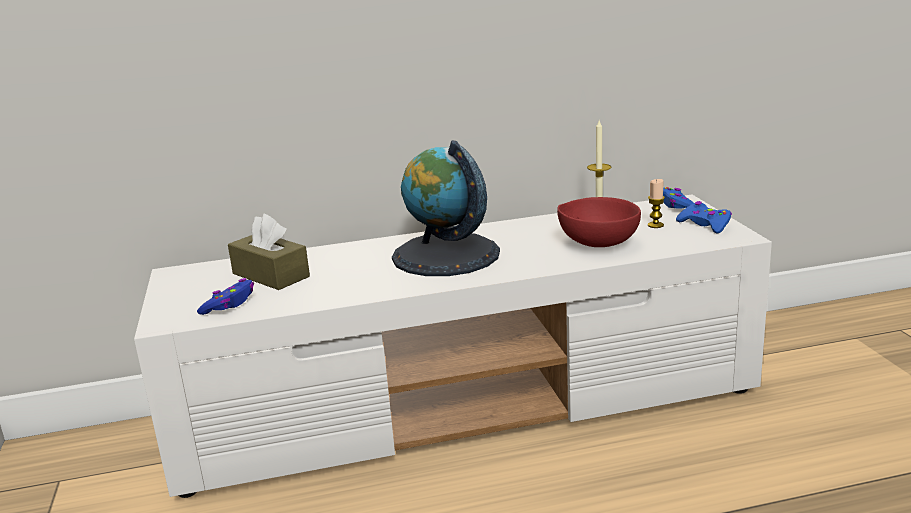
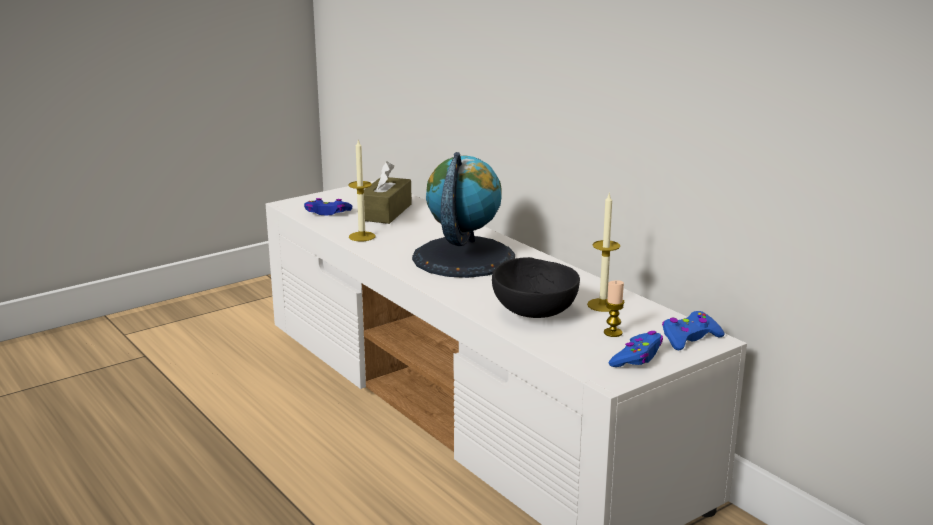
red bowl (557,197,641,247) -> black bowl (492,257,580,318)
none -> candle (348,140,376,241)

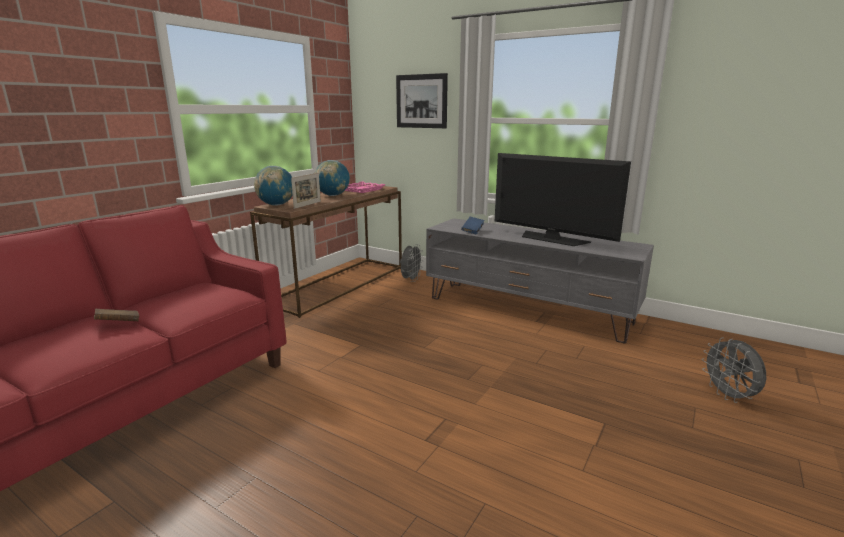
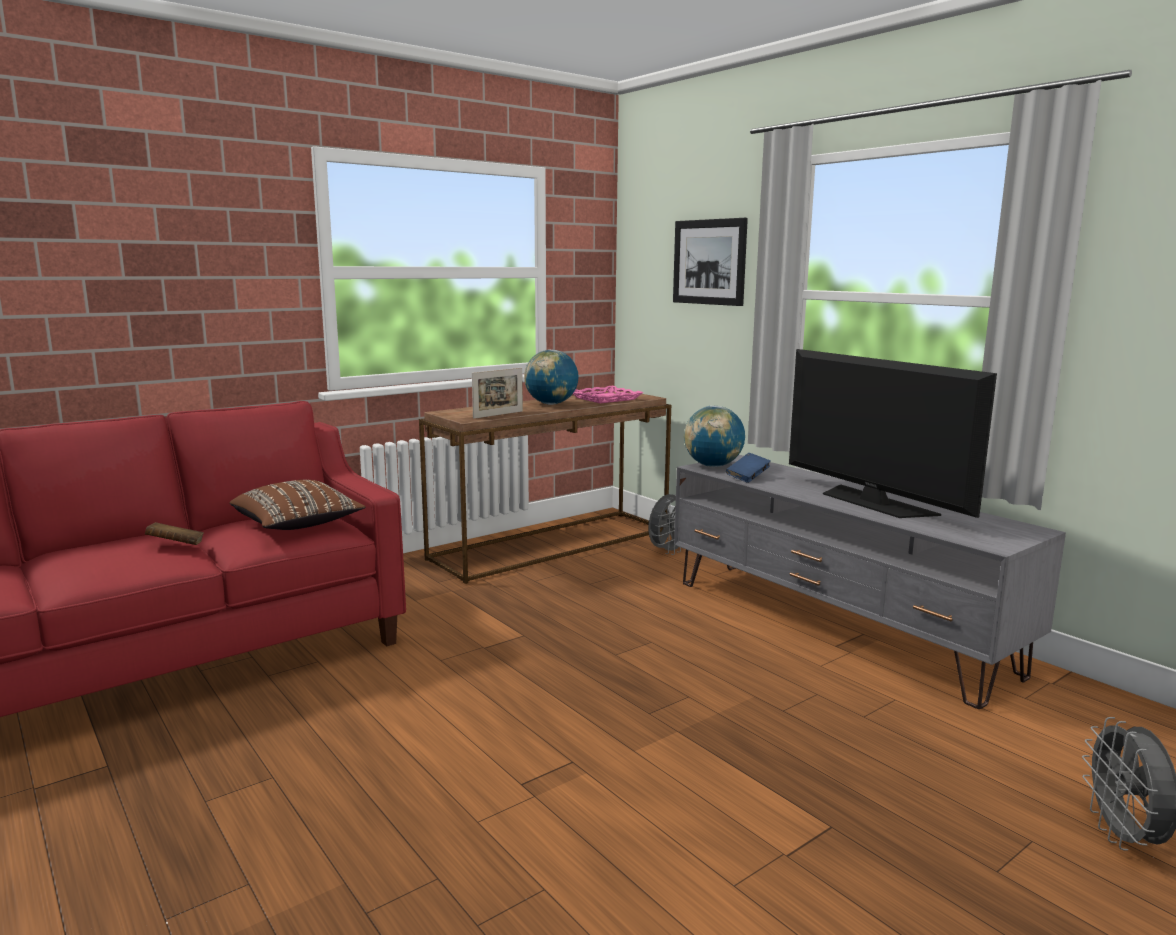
globe (254,166,293,206) -> globe (684,406,745,467), shifted
none -> brown pillow (229,480,366,530)

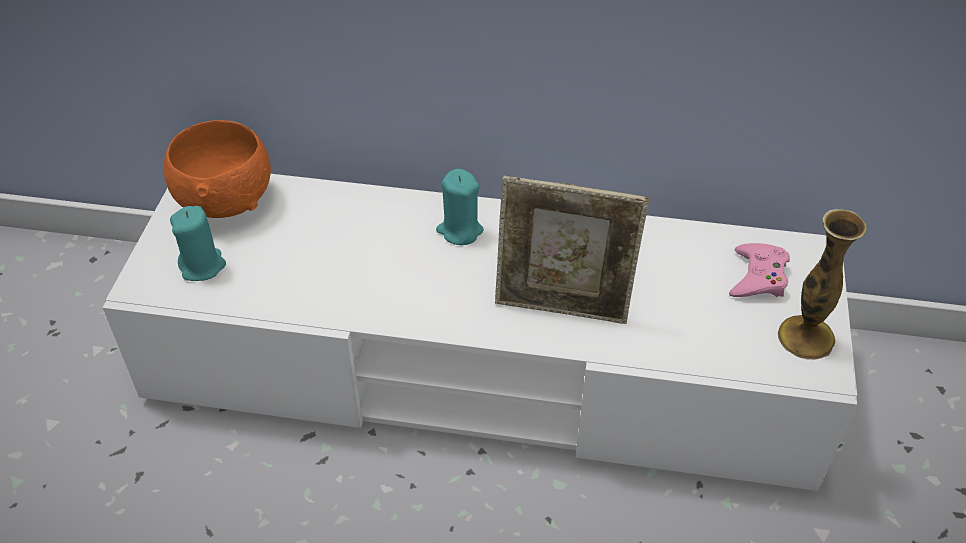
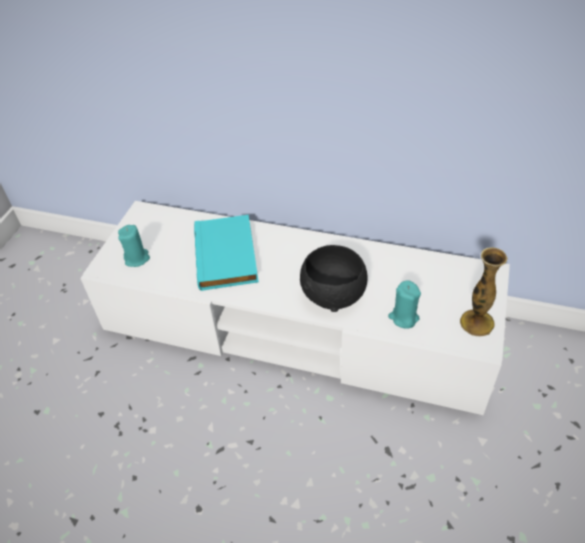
orange bowl (164,120,271,218) -> none
turquoise candle (436,169,484,245) -> turquoise candle (388,280,421,329), shifted
picture frame (495,176,649,324) -> black bowl (300,245,367,312)
pink game controller (729,243,790,297) -> none
none -> turquoise book (194,215,259,291)

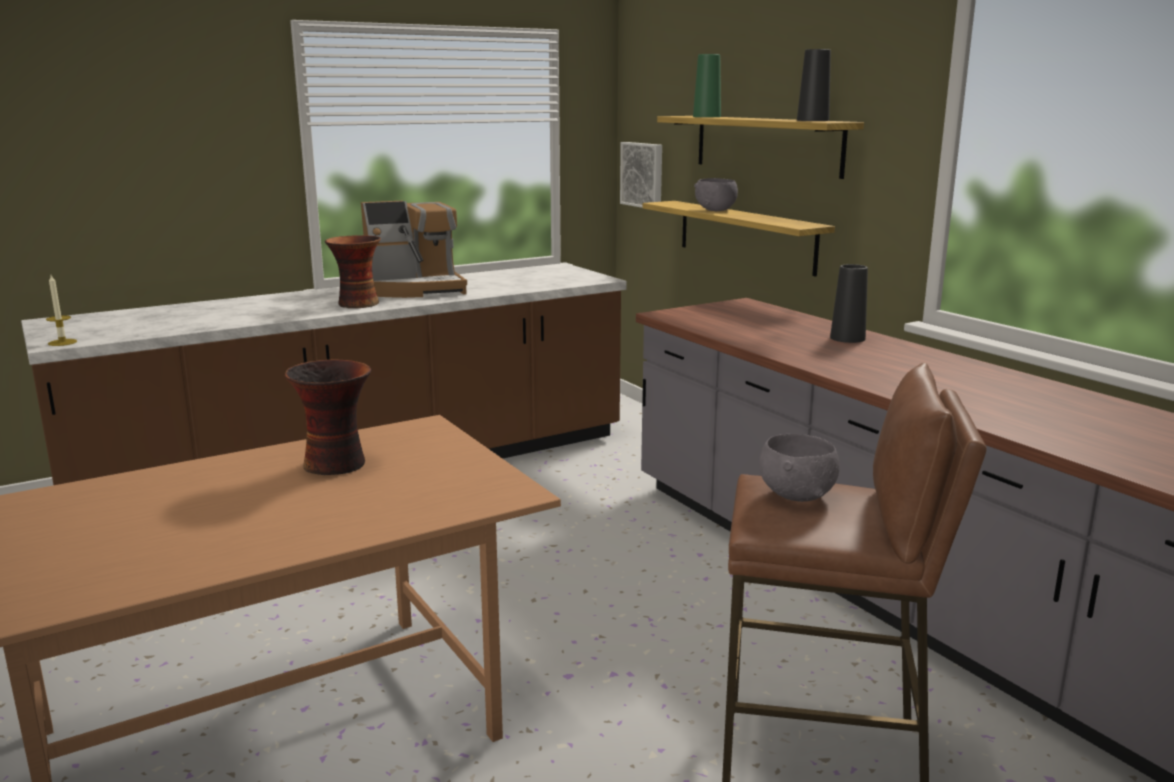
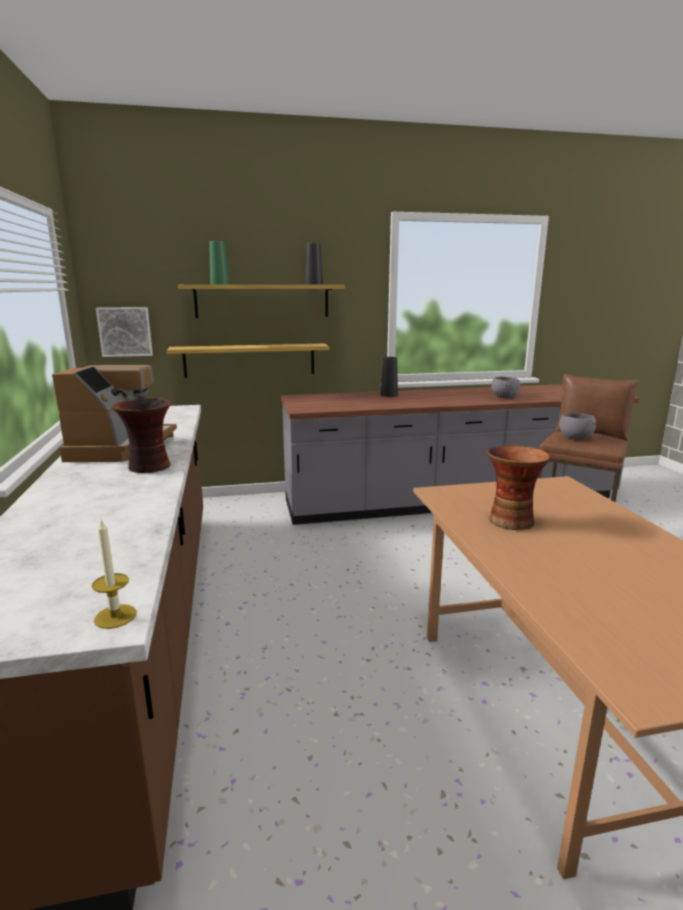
grey bowl (694,178,738,211) -> grey bowl (491,377,520,399), shifted

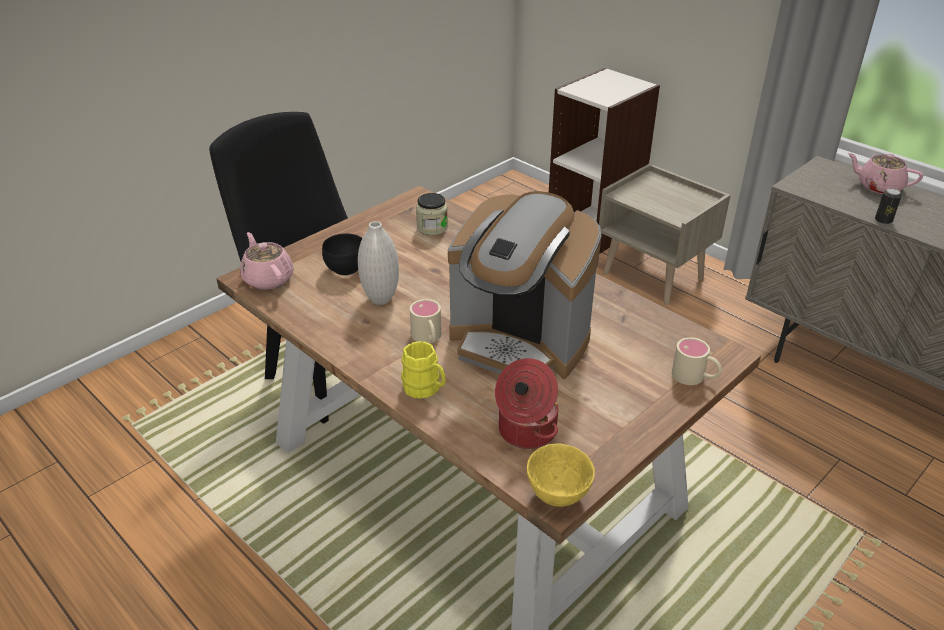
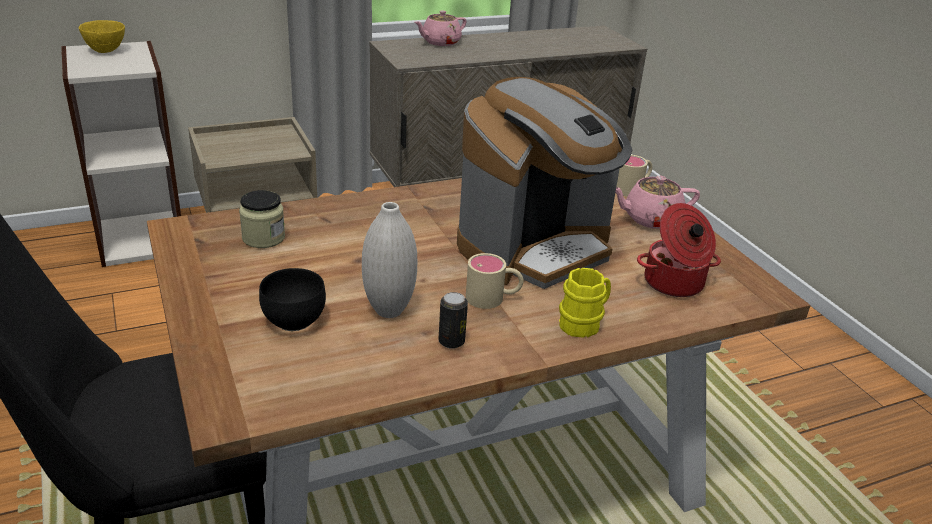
can (875,188,902,224) -> can (438,292,468,349), shifted
pink teapot (240,232,294,289) -> pink teapot (615,176,700,229), shifted
yellow bowl (527,444,595,507) -> yellow bowl (79,20,125,53), shifted

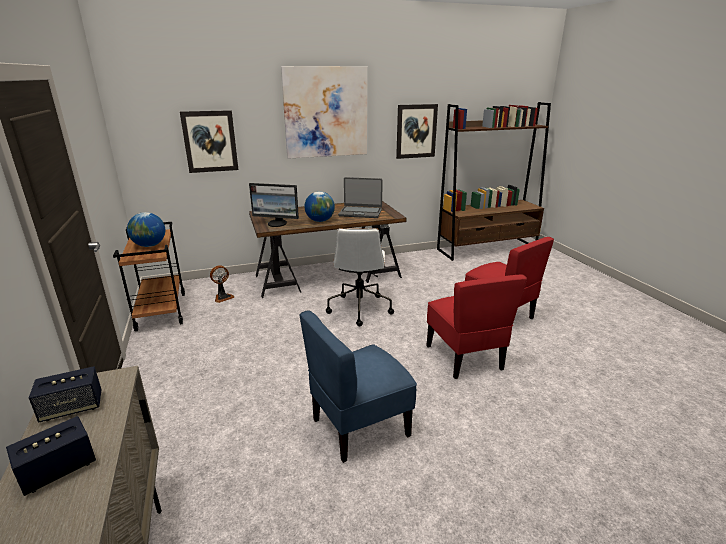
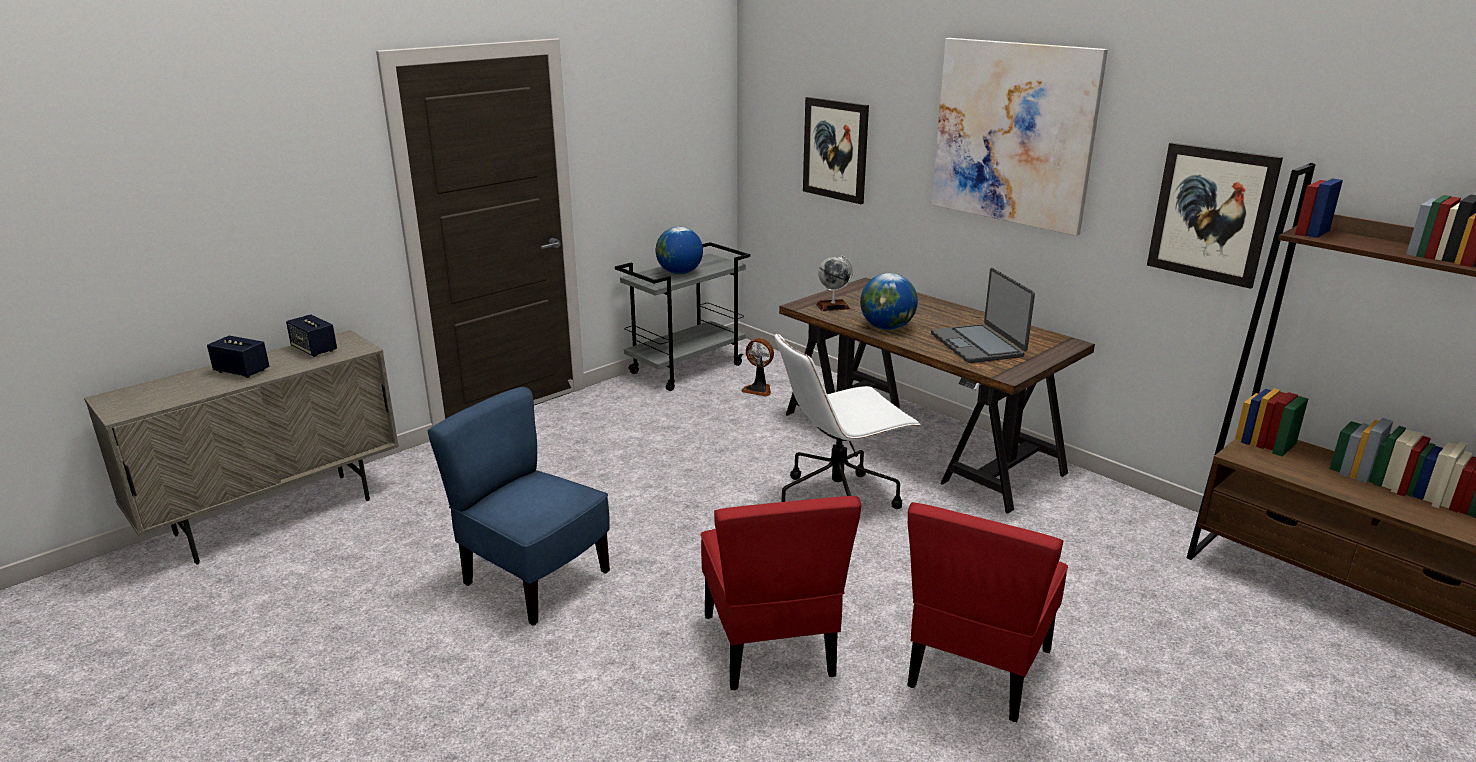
monitor (249,183,299,227) -> globe (816,255,853,311)
brown cart (113,222,185,331) -> grey cart (615,242,750,391)
red chair (426,275,527,379) -> red chair (701,496,862,690), 60 degrees counterclockwise

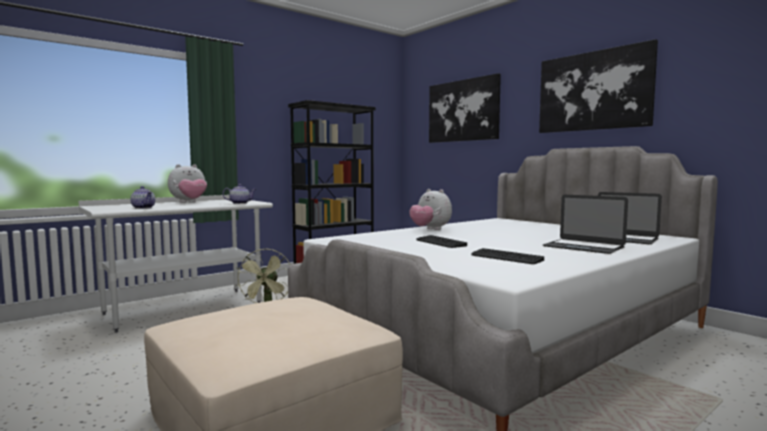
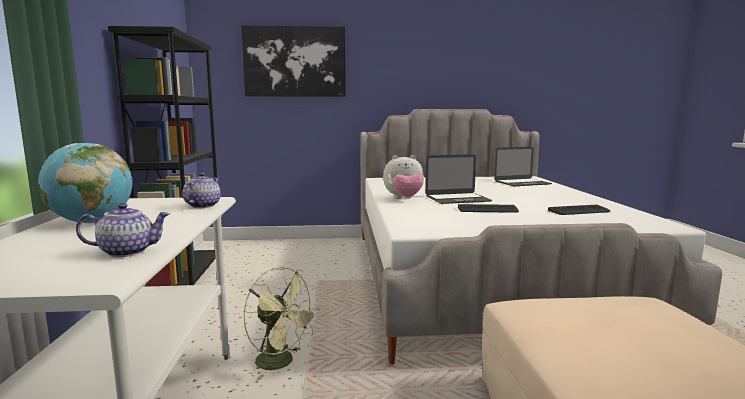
picture (539,39,658,133) -> none
plush toy (168,164,207,203) -> globe (38,143,133,223)
laptop (543,195,628,254) -> laptop (425,154,492,204), shifted

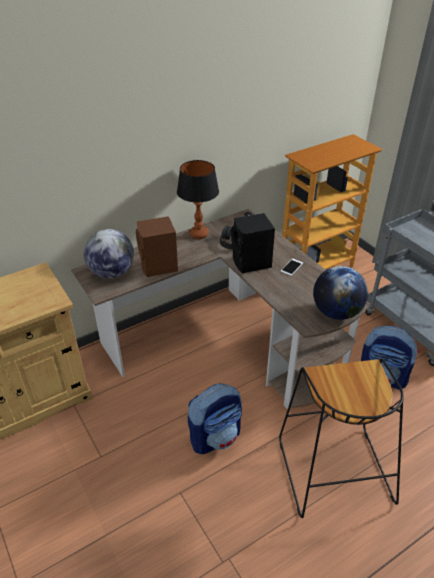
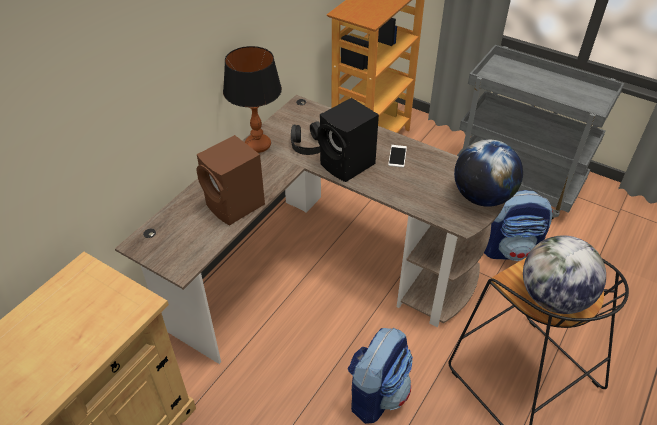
globe (84,229,134,278) -> globe (523,235,606,314), shifted

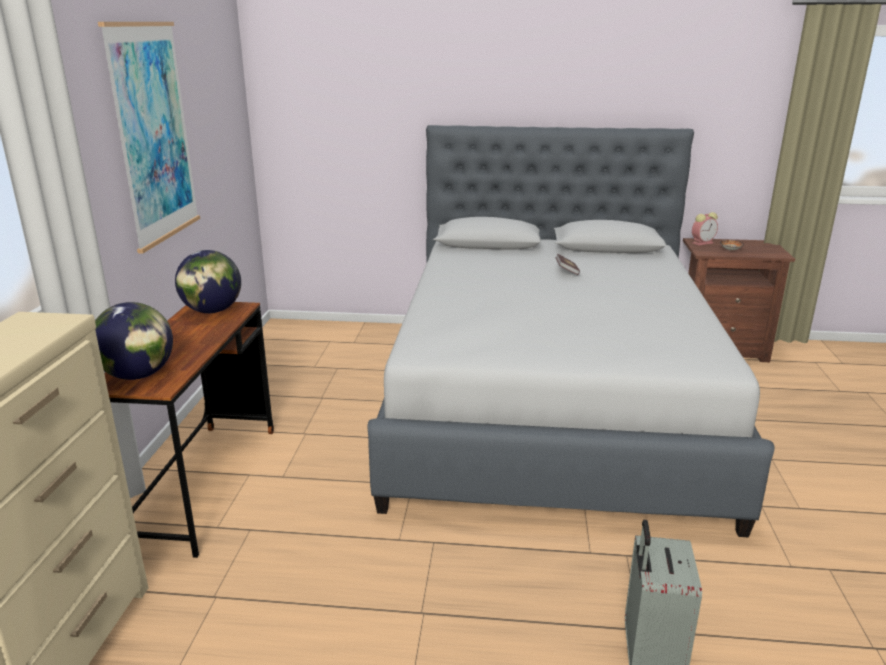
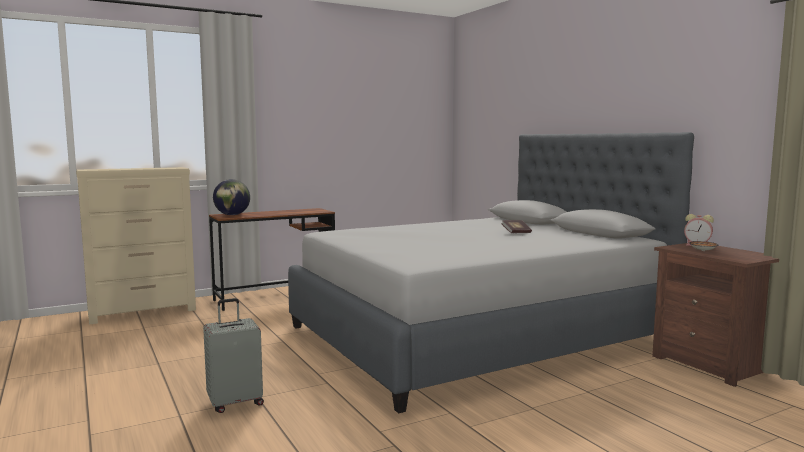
picture (98,22,200,253) -> none
globe (175,250,241,313) -> none

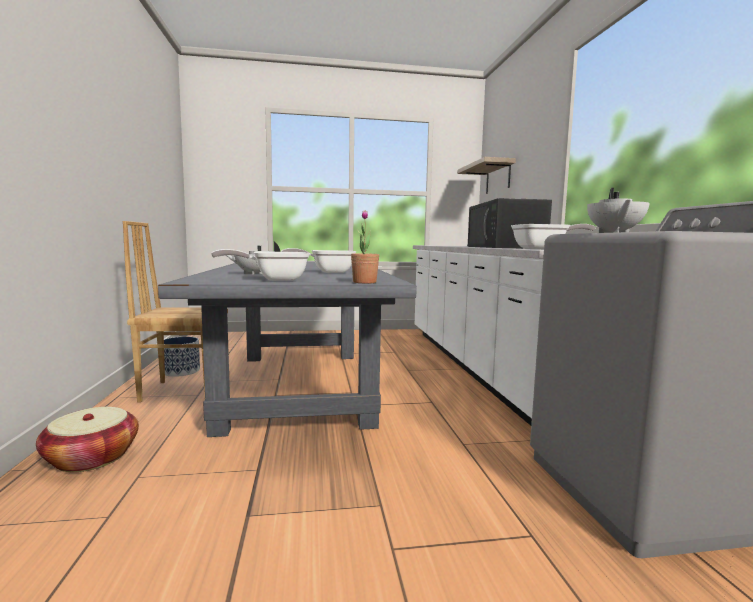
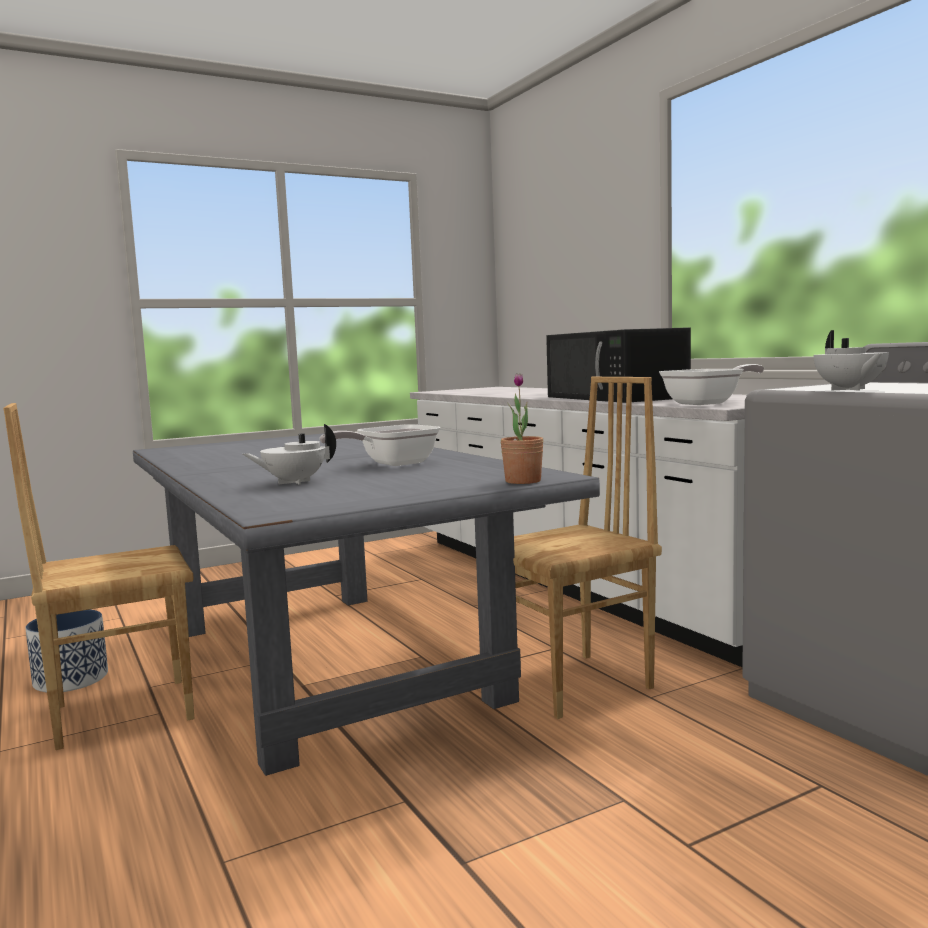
shelf (457,157,516,194) -> none
frying pan (211,249,310,281) -> none
basket (36,407,139,472) -> none
none -> brown chair (513,377,662,719)

